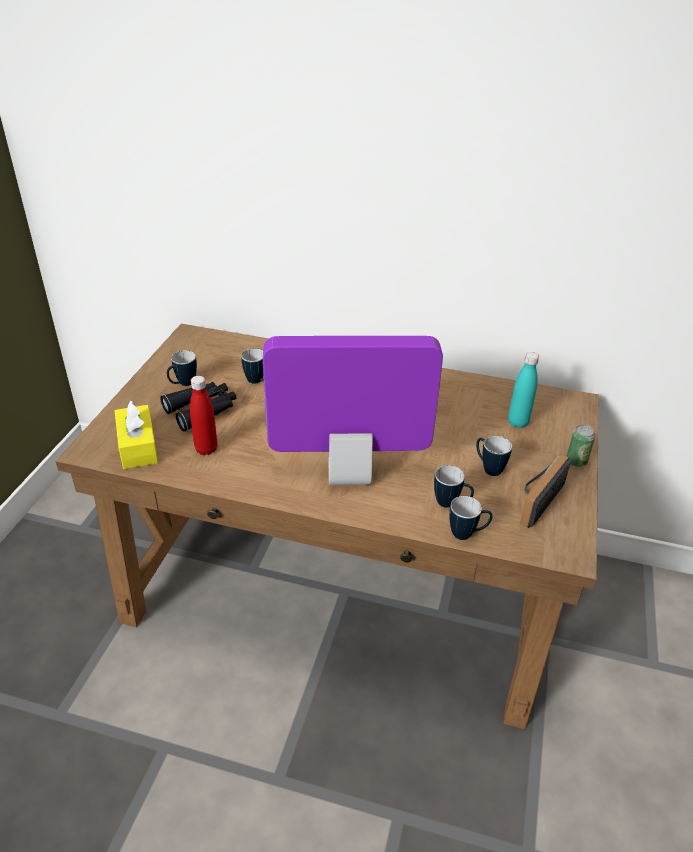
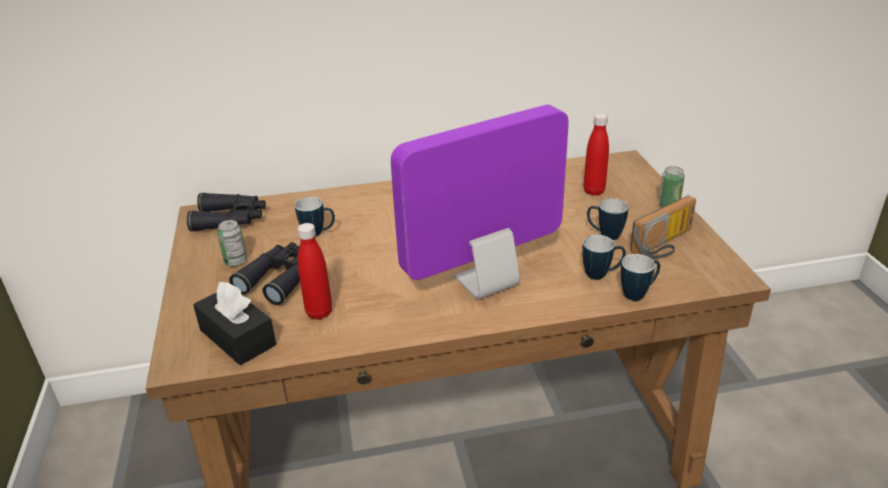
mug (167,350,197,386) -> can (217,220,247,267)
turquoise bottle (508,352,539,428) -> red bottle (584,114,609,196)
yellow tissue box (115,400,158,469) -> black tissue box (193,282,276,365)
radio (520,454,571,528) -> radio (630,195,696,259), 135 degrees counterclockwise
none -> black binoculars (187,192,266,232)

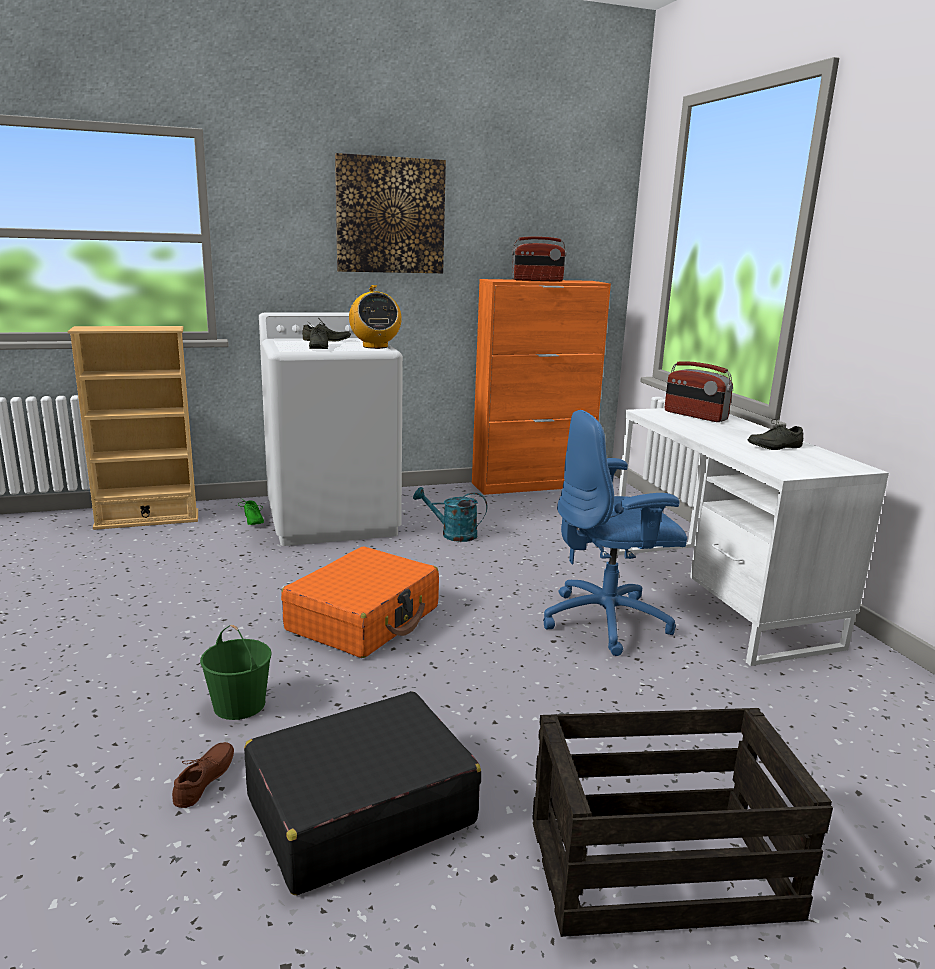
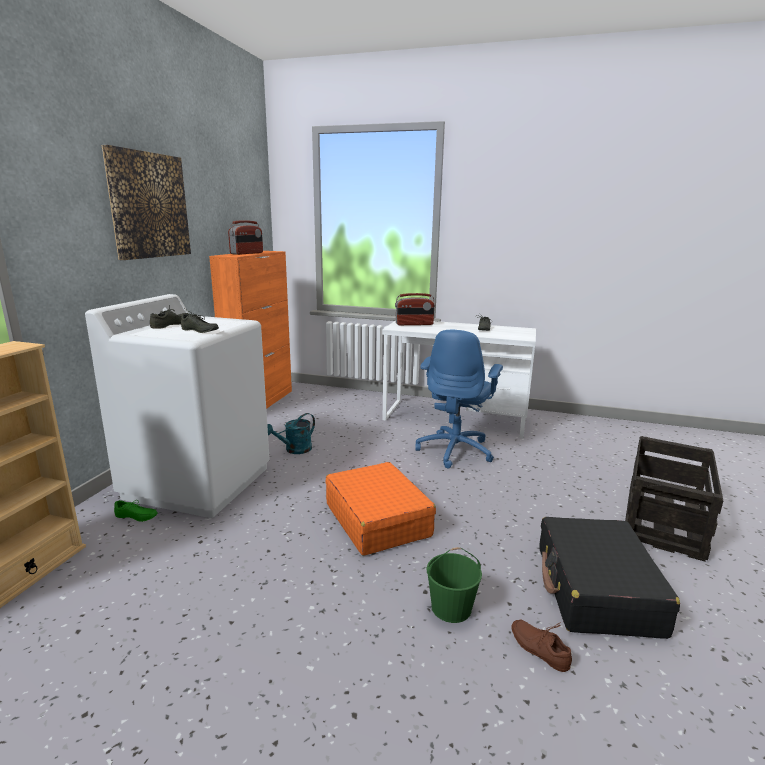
radio (349,285,402,349) -> none

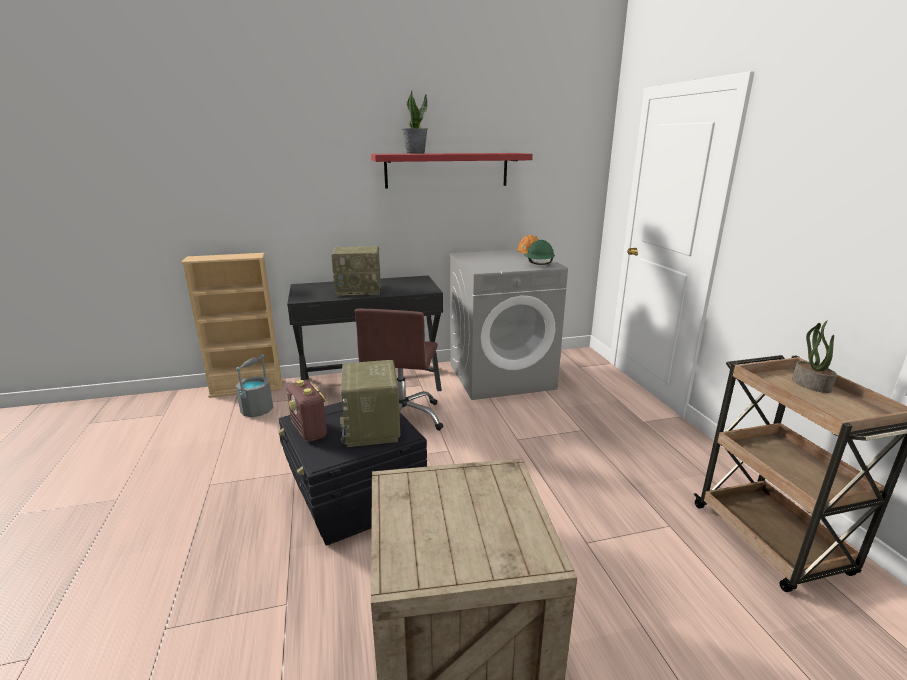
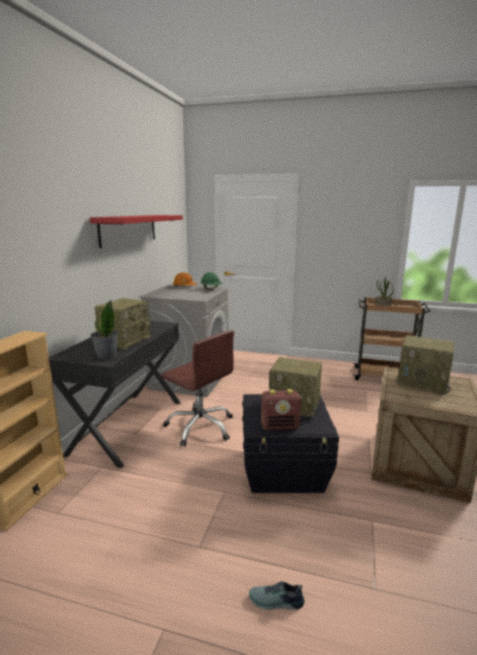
potted plant (403,90,428,154) -> potted plant (90,300,118,359), shifted
grey bucket (236,354,273,417) -> none
none -> radio (397,335,454,395)
none -> shoe (249,581,304,610)

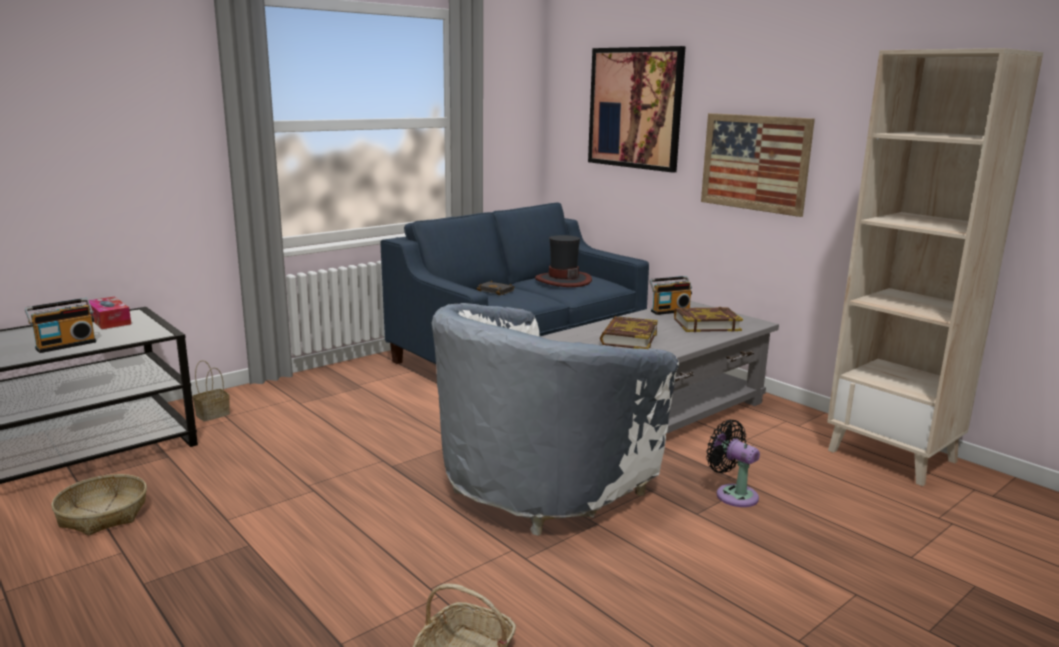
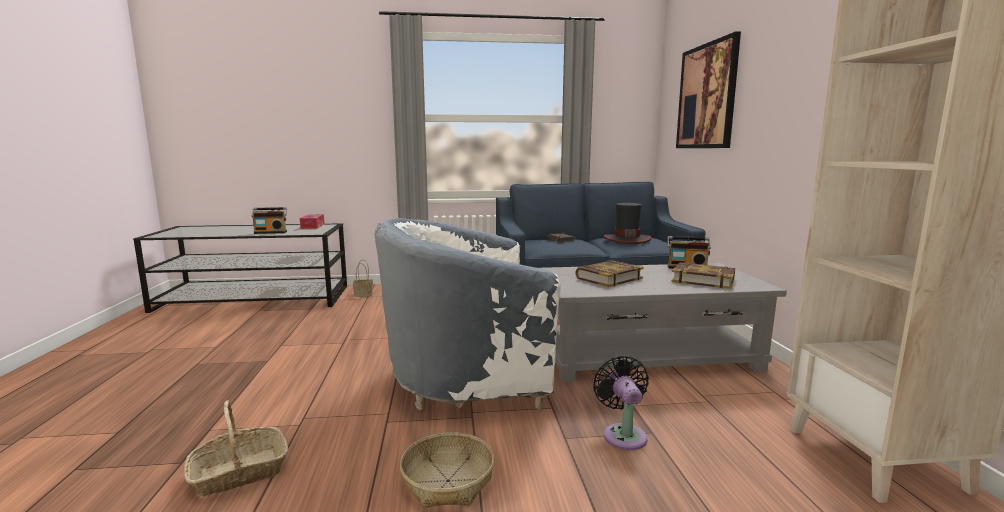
picture (701,113,815,217) -> none
basket (51,474,147,536) -> basket (400,432,494,508), shifted

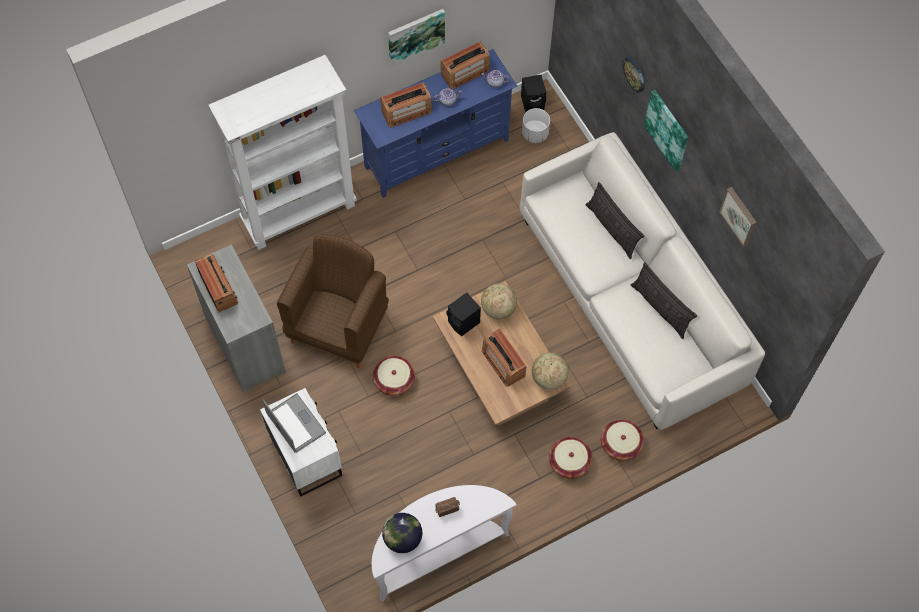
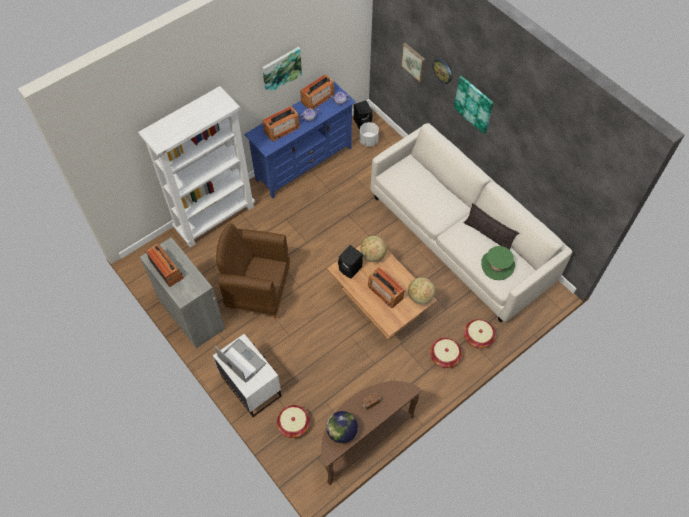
pillow (585,182,644,259) -> none
picture (719,187,757,247) -> picture (401,43,425,82), shifted
brown armchair (277,234,389,368) -> brown armchair (216,223,290,319), 90 degrees counterclockwise
basket (373,356,415,396) -> basket (277,405,310,438), shifted
white console table (372,485,517,602) -> brown console table (321,381,422,485)
none -> green hat (481,246,515,280)

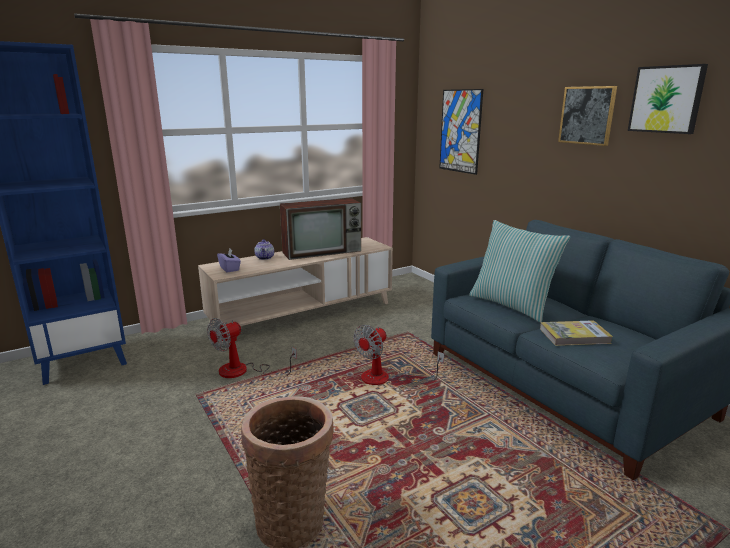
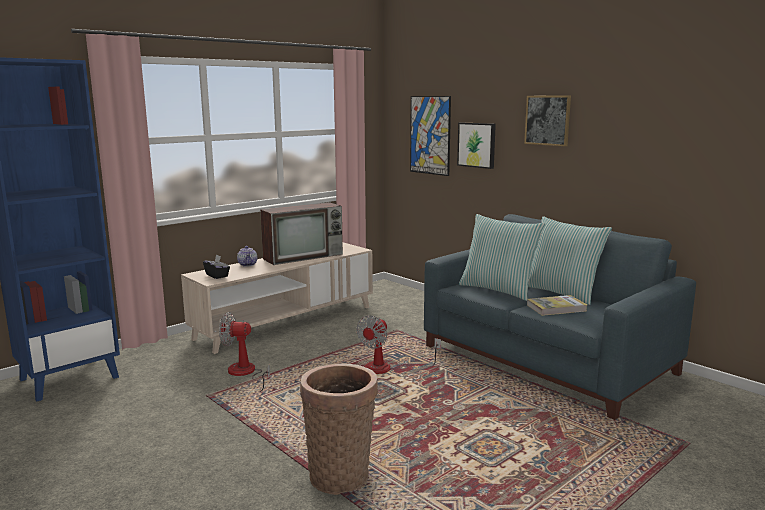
picture (628,64,708,134) -> picture (457,122,496,169), shifted
purple tissue box (217,248,241,273) -> black tissue box (203,254,230,279)
fan (207,318,297,378) -> fan (219,312,270,392), 60 degrees clockwise
none -> pillow (528,216,612,305)

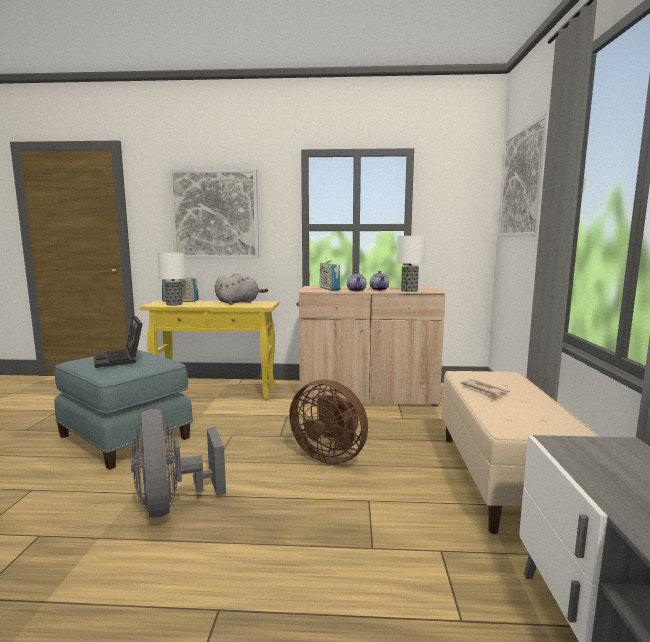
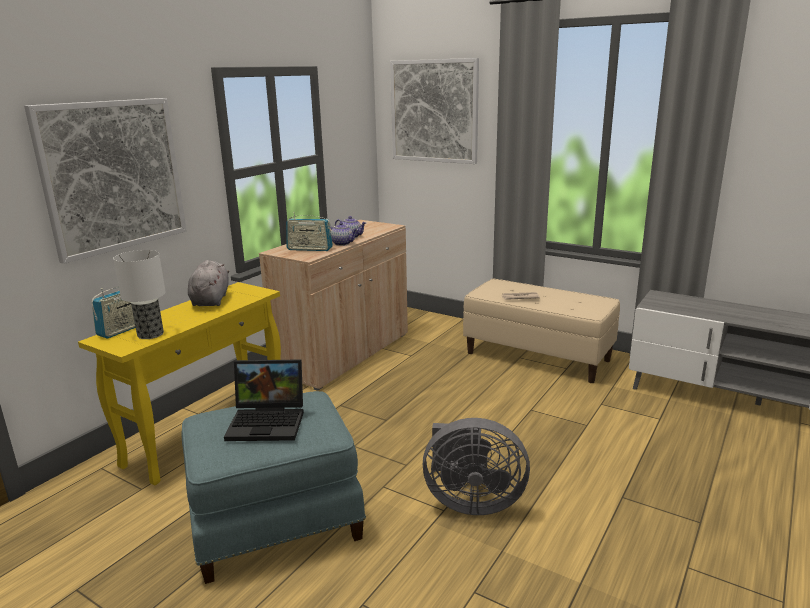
table lamp (397,236,425,292) -> none
brown fan (289,379,368,464) -> none

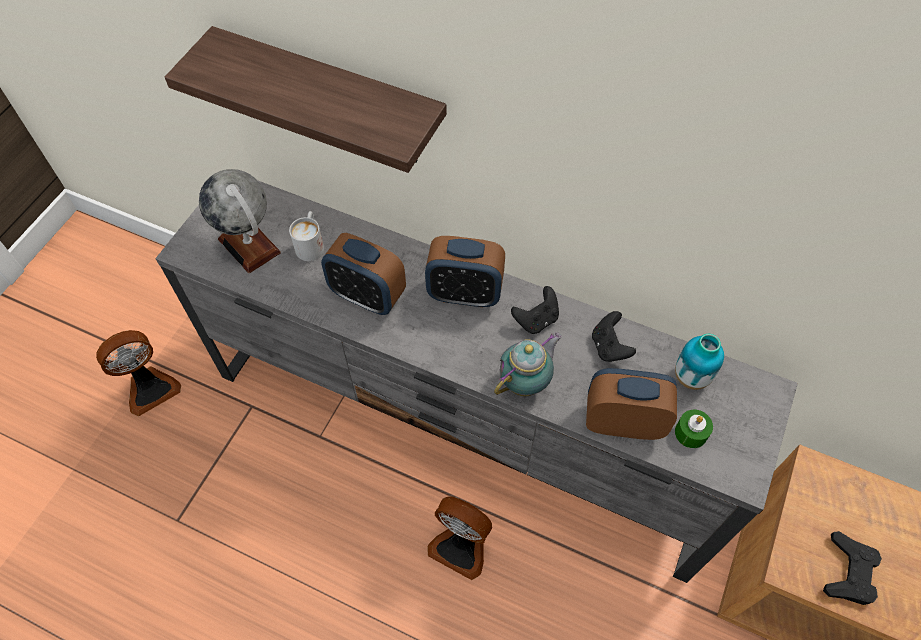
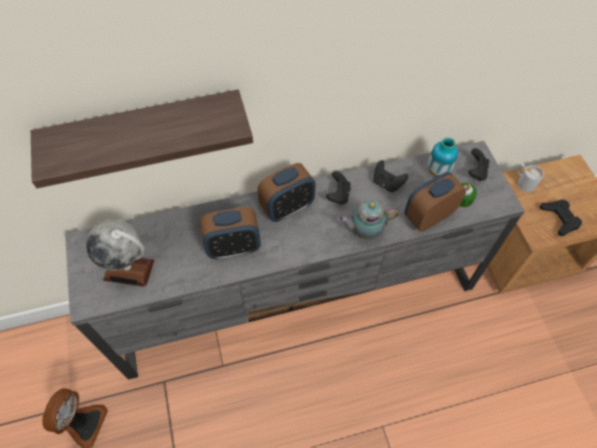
white mug (289,211,324,261) -> white mug (516,163,544,192), shifted
teapot (494,332,562,396) -> teapot (338,200,399,240), 105 degrees counterclockwise
fan (427,496,492,580) -> none
none -> black game controller (468,148,490,181)

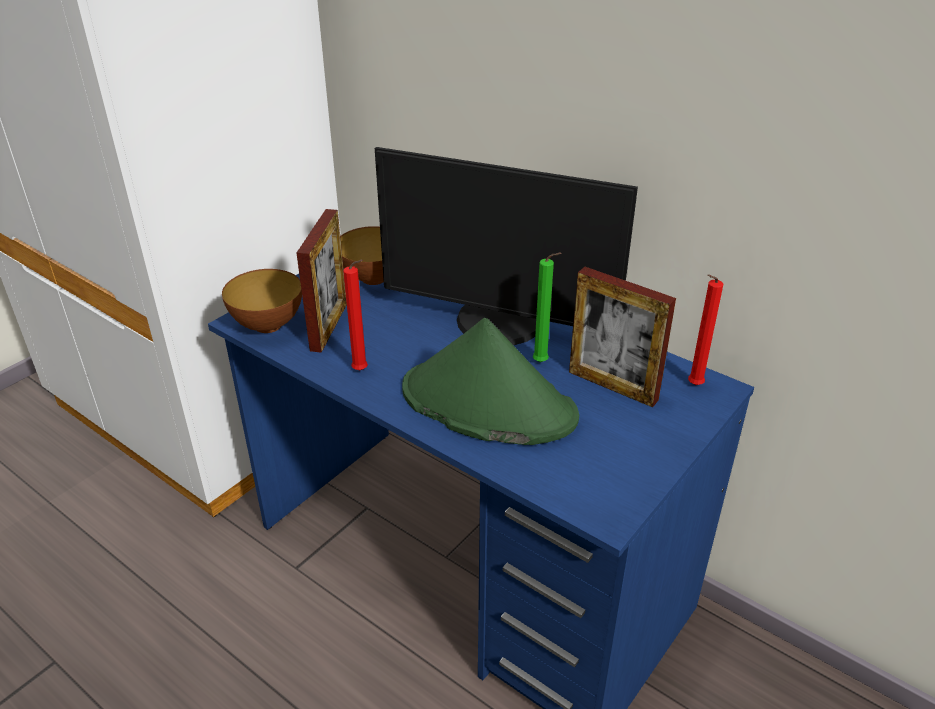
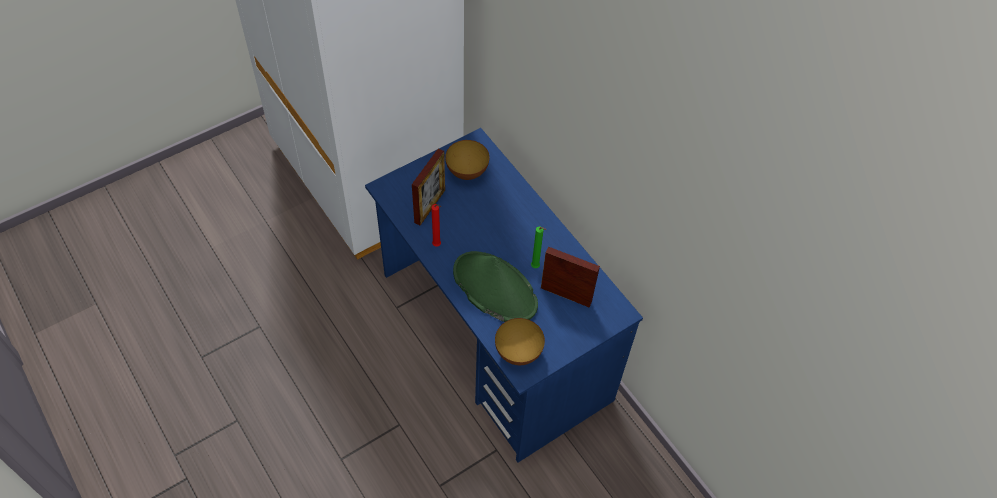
monitor (375,147,638,345) -> none
picture frame (569,267,676,407) -> picture frame (541,247,600,307), 150 degrees clockwise
bowl (222,269,302,333) -> bowl (495,318,545,365), shifted
red candle (688,274,723,385) -> none

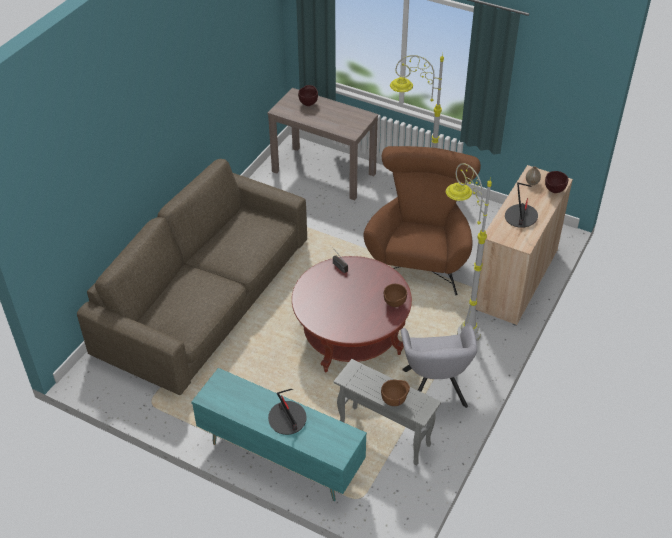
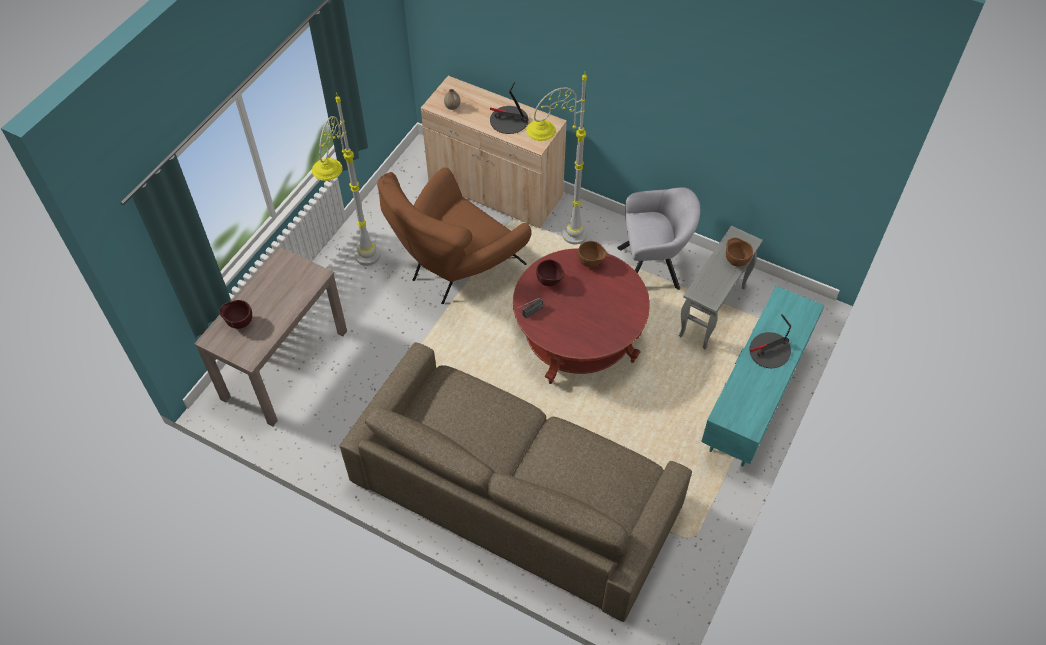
brown armchair (363,146,481,295) -> brown armchair (377,167,531,304), 60 degrees counterclockwise
brown bowl (545,171,568,193) -> brown bowl (536,260,565,286), shifted

